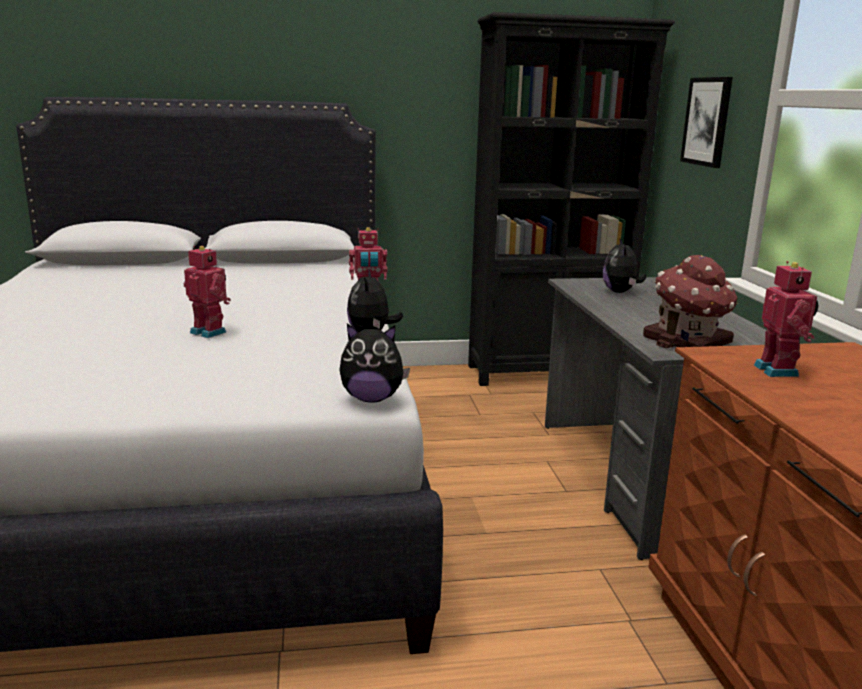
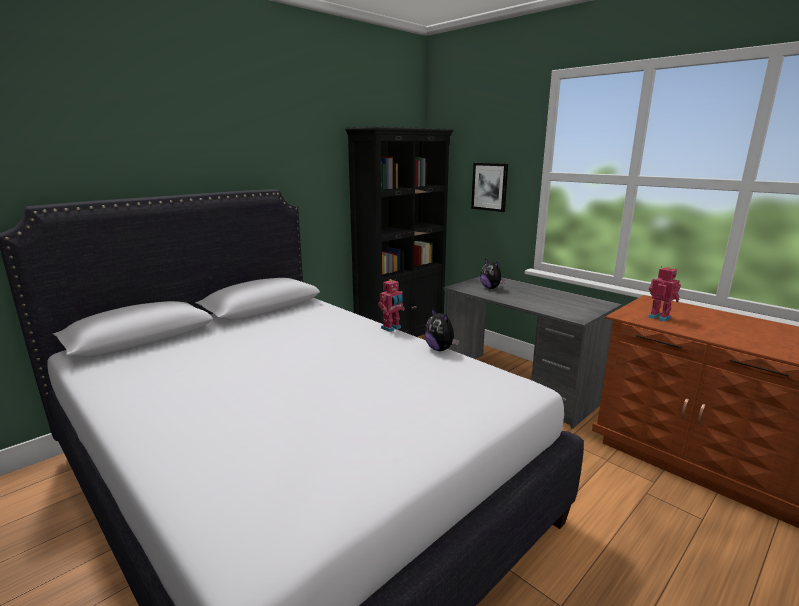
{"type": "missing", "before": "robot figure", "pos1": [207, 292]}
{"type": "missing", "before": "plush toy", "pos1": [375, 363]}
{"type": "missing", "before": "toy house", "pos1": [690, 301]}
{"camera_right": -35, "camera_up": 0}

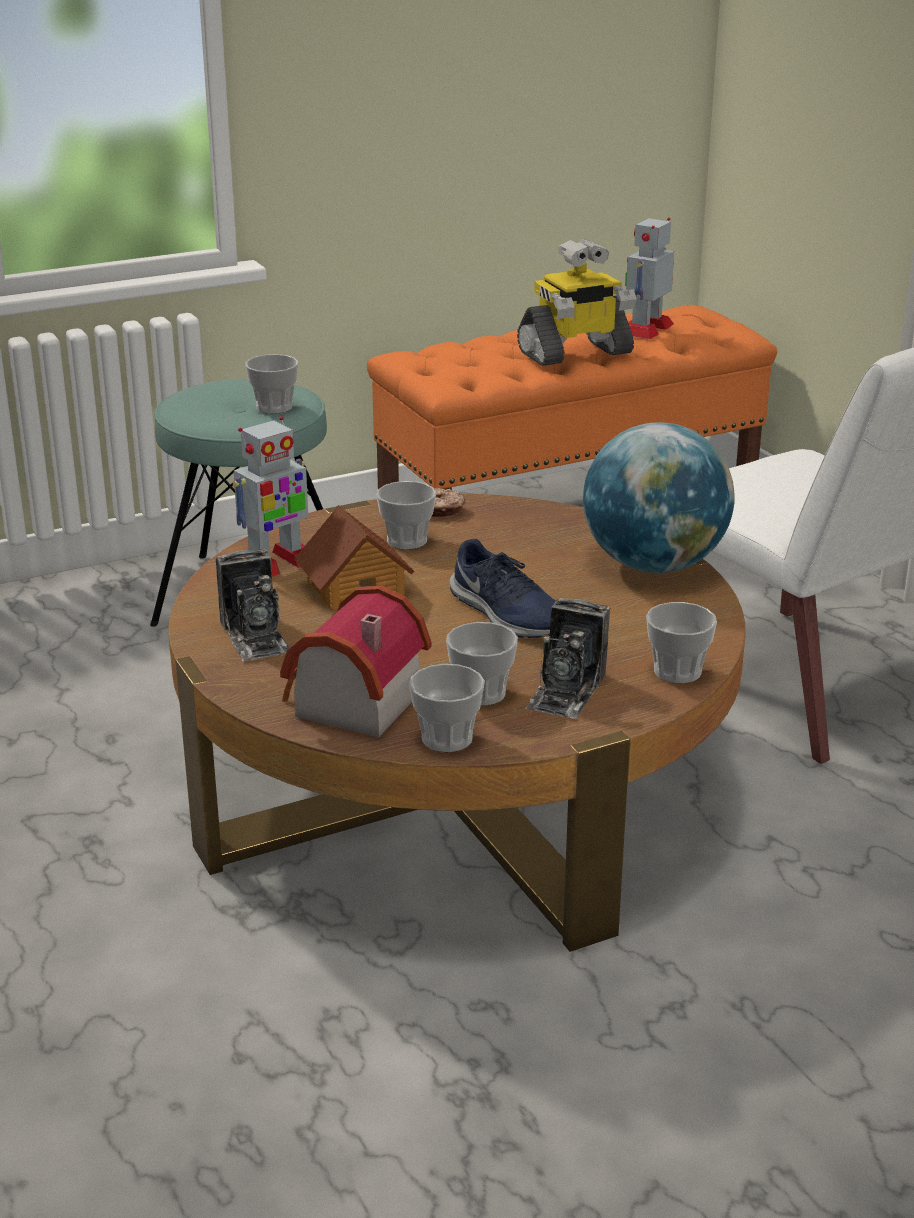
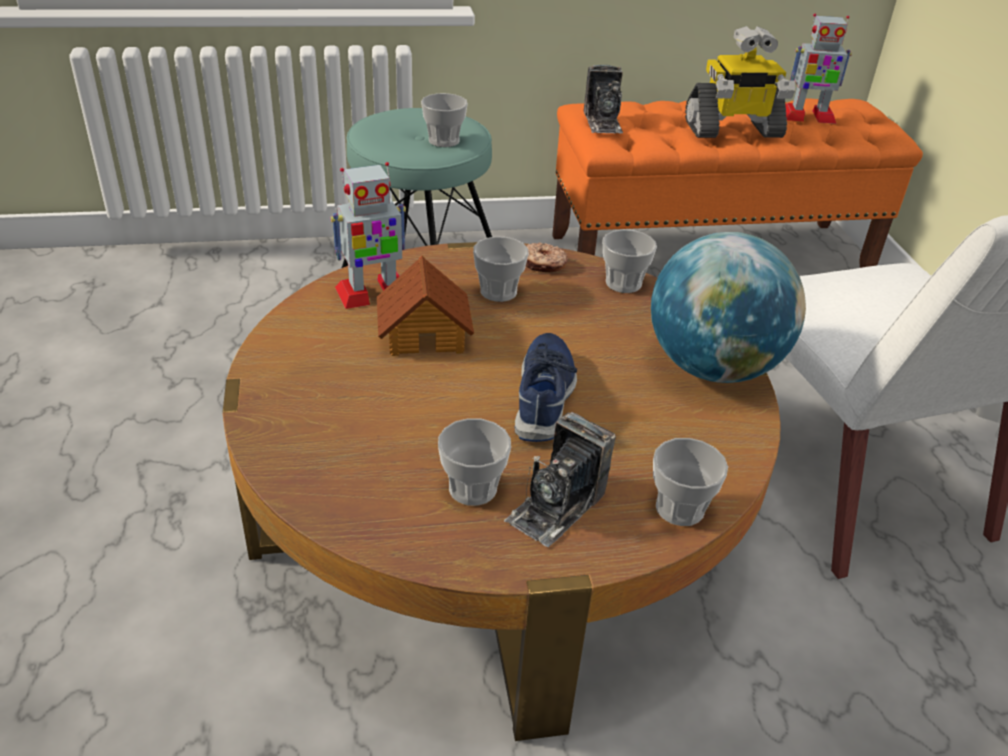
{"type": "relocated", "before": "still camera", "pos1": [252, 605], "pos2": [603, 99]}
{"type": "missing", "before": "toy house", "pos1": [356, 661]}
{"type": "relocated", "before": "drinking cup", "pos1": [447, 708], "pos2": [629, 261]}
{"type": "spun", "before": "item of footwear/blue-coloured", "pos1": [502, 588], "pos2": [546, 387], "turn": -150}
{"type": "spun", "before": "robot figure", "pos1": [649, 278], "pos2": [818, 69], "turn": -135}
{"camera_right": 15, "camera_up": 10}

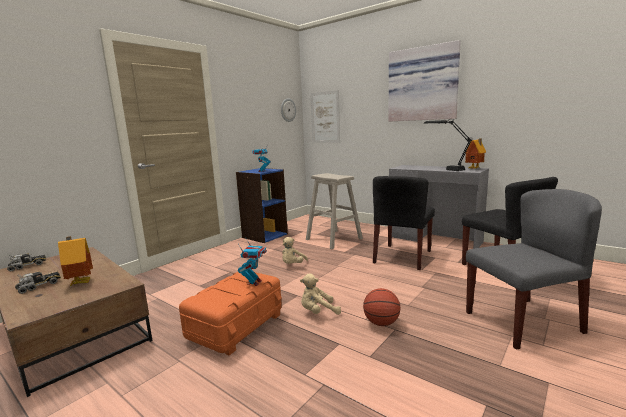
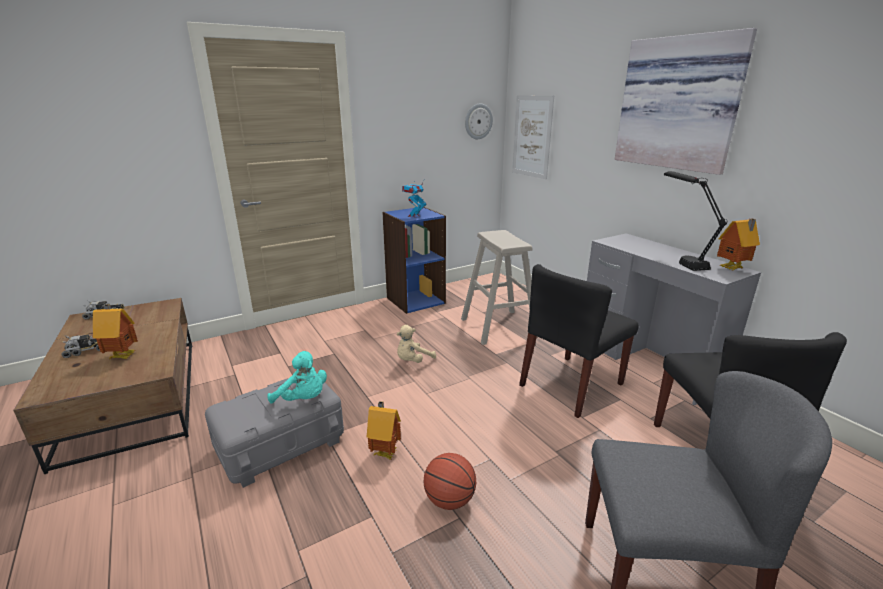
{"type": "colour", "before": "storage box/orange", "after": "storage box/grey", "pos1": [230, 314], "pos2": [274, 433]}
{"type": "exchanged", "before": "robot figure", "after": "plush toy/blue-green", "pos1": [252, 263], "pos2": [297, 377]}
{"type": "exchanged", "before": "plush toy/sand-coloured", "after": "toy house", "pos1": [320, 294], "pos2": [384, 430]}
{"camera_right": 20, "camera_up": 10}

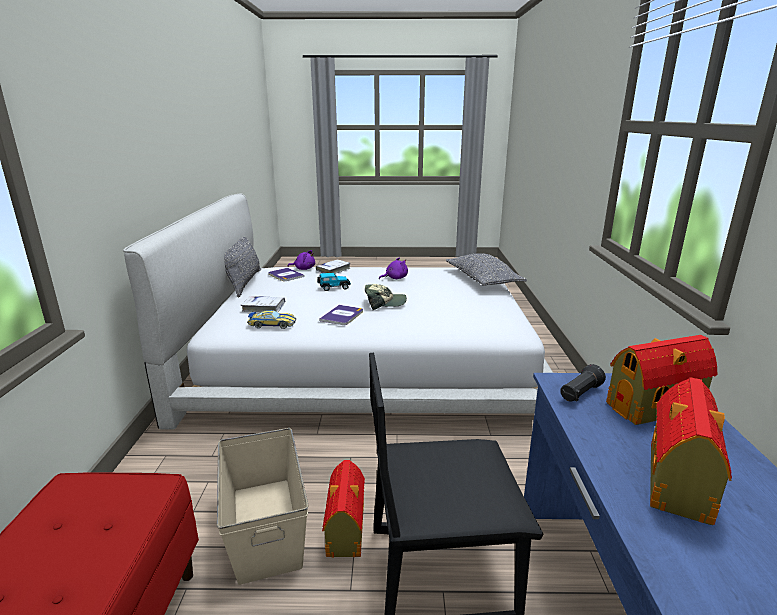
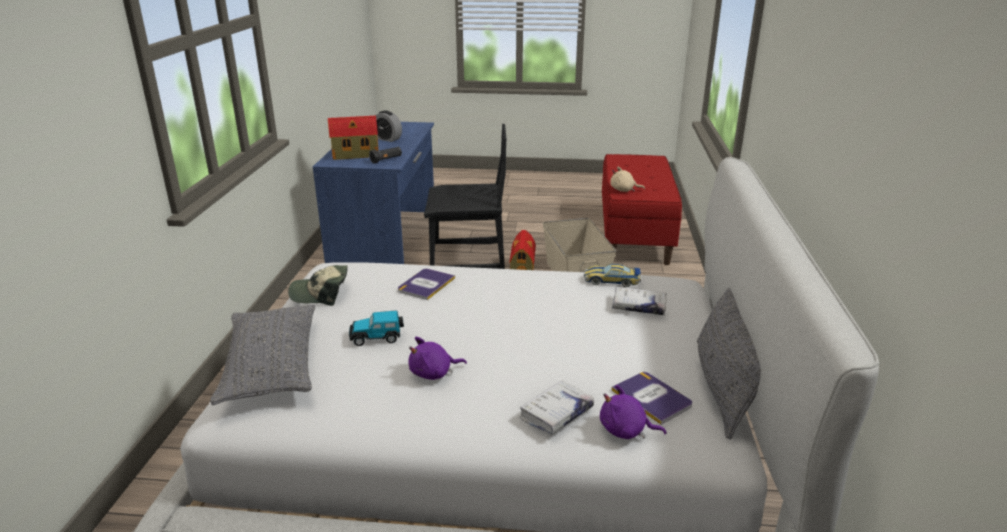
{"type": "relocated", "before": "miniature car", "pos1": [334, 282], "pos2": [376, 328]}
{"type": "relocated", "before": "bound book", "pos1": [341, 315], "pos2": [426, 284]}
{"type": "relocated", "before": "cap", "pos1": [386, 297], "pos2": [318, 285]}
{"type": "exchanged", "before": "toy house", "after": "bedside clock", "pos1": [691, 451], "pos2": [388, 126]}
{"type": "appeared", "after": "plush toy/sand-coloured", "pos2": [627, 179]}
{"camera_right": -175, "camera_up": 5}

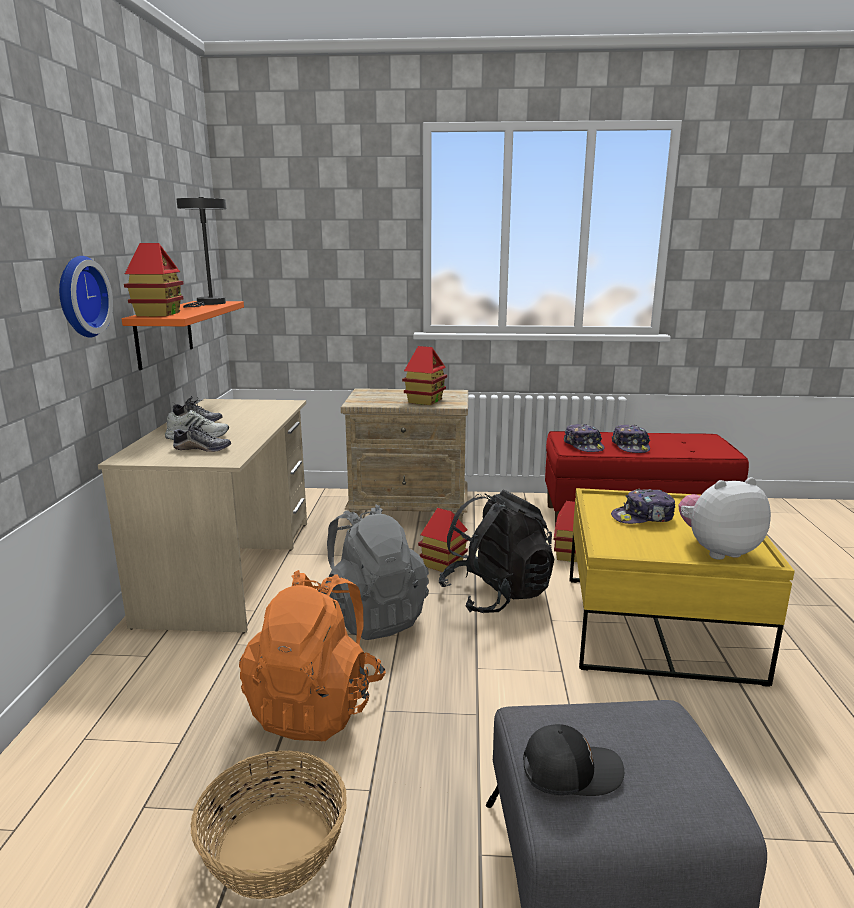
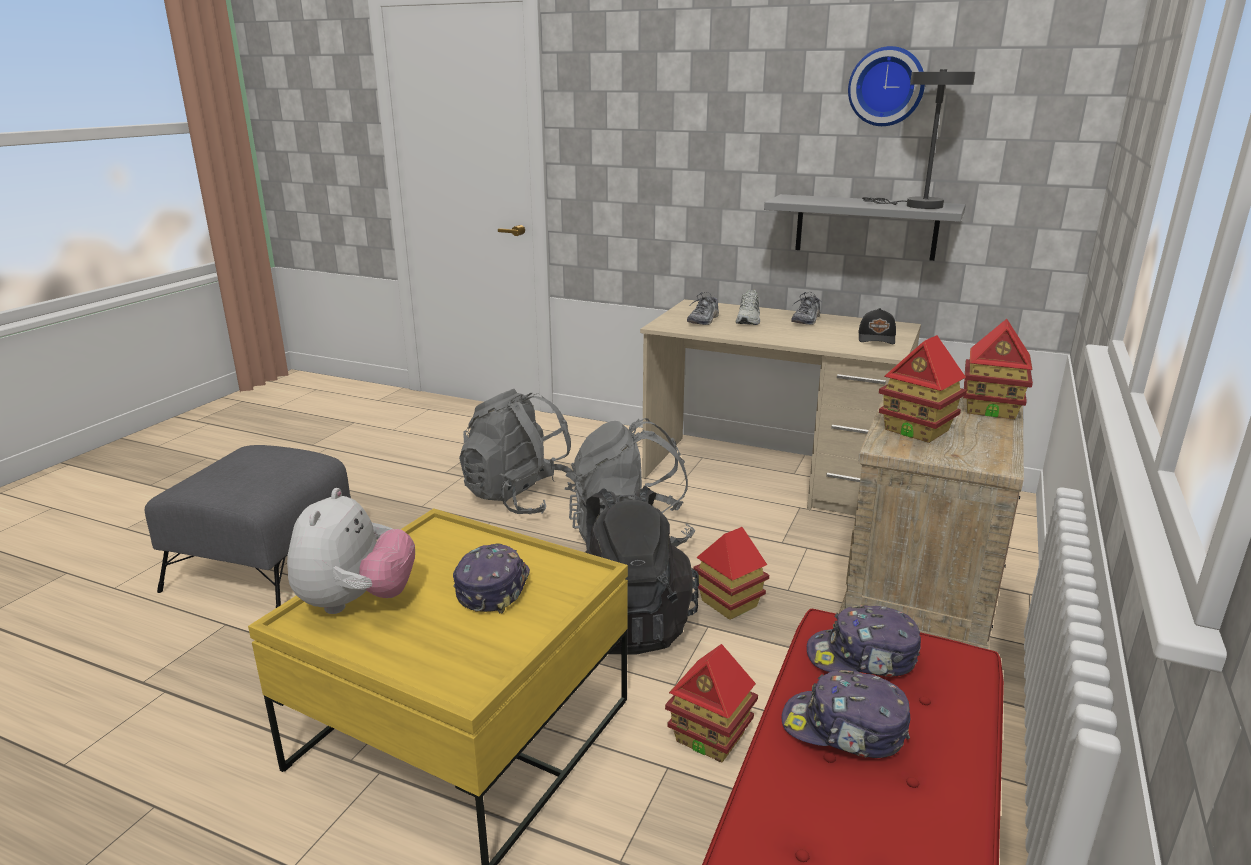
{"type": "relocated", "before": "hanging clock", "pos1": [86, 297], "pos2": [886, 86]}
{"type": "colour", "before": "bracket shelf/orange", "after": "bracket shelf/grey", "pos1": [183, 335], "pos2": [865, 227]}
{"type": "relocated", "before": "toy house", "pos1": [154, 279], "pos2": [998, 369]}
{"type": "missing", "before": "storage basket", "pos1": [269, 824]}
{"type": "colour", "before": "knapsack/orange", "after": "knapsack/grey", "pos1": [312, 655], "pos2": [518, 451]}
{"type": "relocated", "before": "cap/black-coloured", "pos1": [573, 760], "pos2": [877, 326]}
{"camera_right": 110, "camera_up": 5}

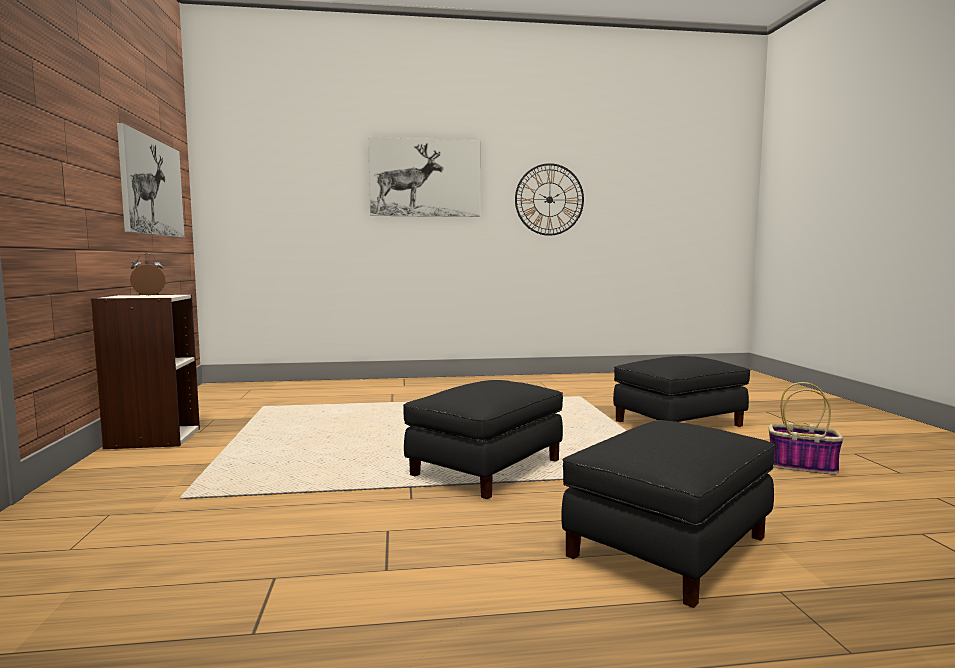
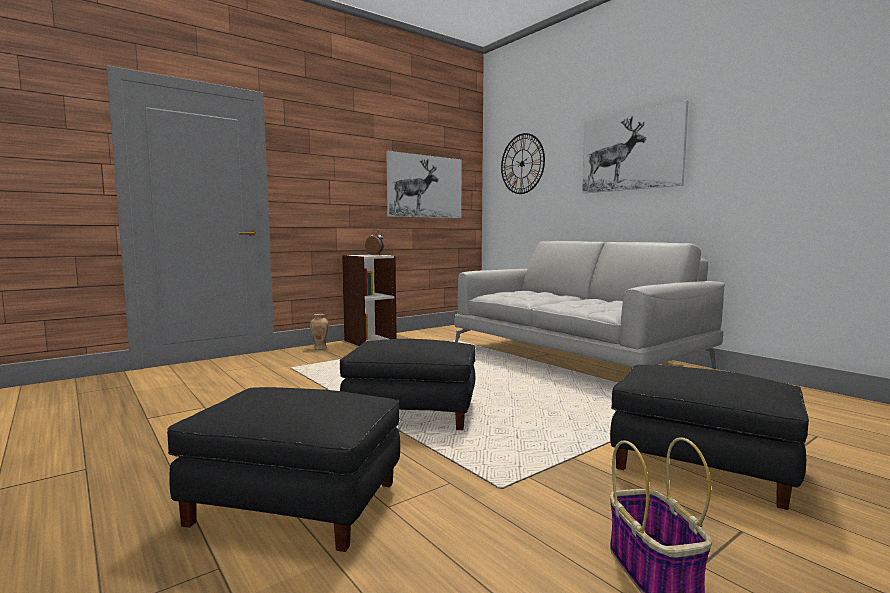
{"type": "relocated", "before": "hanging clock", "pos1": [549, 199], "pos2": [523, 163]}
{"type": "appeared", "after": "flower vase", "pos2": [319, 331]}
{"type": "appeared", "after": "couch/grey", "pos2": [589, 305]}
{"camera_right": 60, "camera_up": 0}

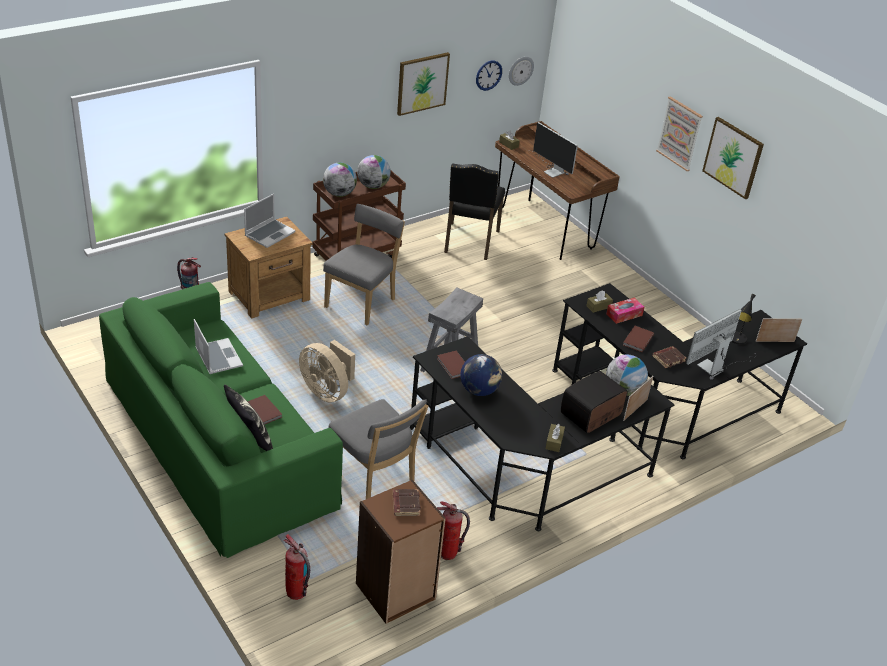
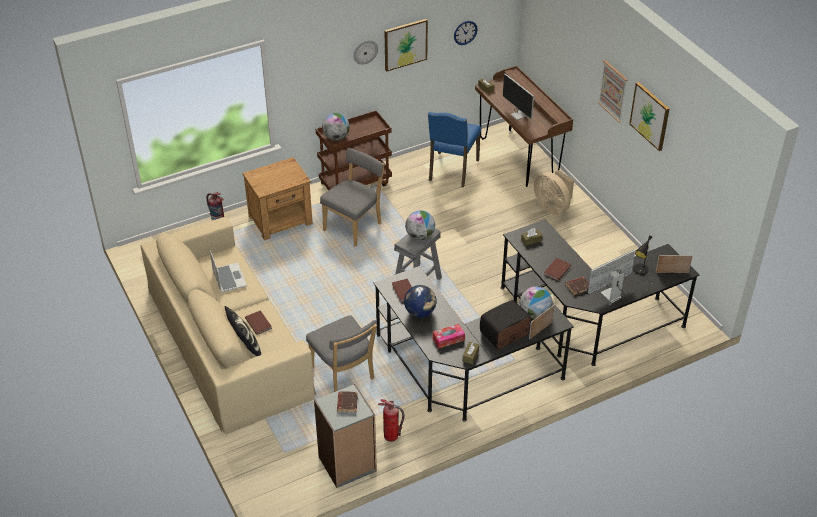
{"type": "colour", "before": "couch/green", "after": "couch/sand-coloured", "pos1": [221, 420], "pos2": [228, 326]}
{"type": "missing", "before": "notebook computer", "pos1": [270, 221]}
{"type": "missing", "before": "fire extinguisher", "pos1": [296, 567]}
{"type": "relocated", "before": "cooling fan/sand-coloured", "pos1": [327, 371], "pos2": [554, 192]}
{"type": "colour", "before": "bookcase/brown", "after": "bookcase/grey", "pos1": [401, 552], "pos2": [345, 436]}
{"type": "relocated", "before": "desk globe", "pos1": [374, 172], "pos2": [420, 225]}
{"type": "colour", "before": "plain chair/black-coloured", "after": "plain chair/blue-coloured", "pos1": [474, 211], "pos2": [454, 150]}
{"type": "relocated", "before": "hanging clock", "pos1": [521, 71], "pos2": [365, 52]}
{"type": "relocated", "before": "box of tissues", "pos1": [625, 311], "pos2": [449, 336]}
{"camera_right": 10, "camera_up": 5}

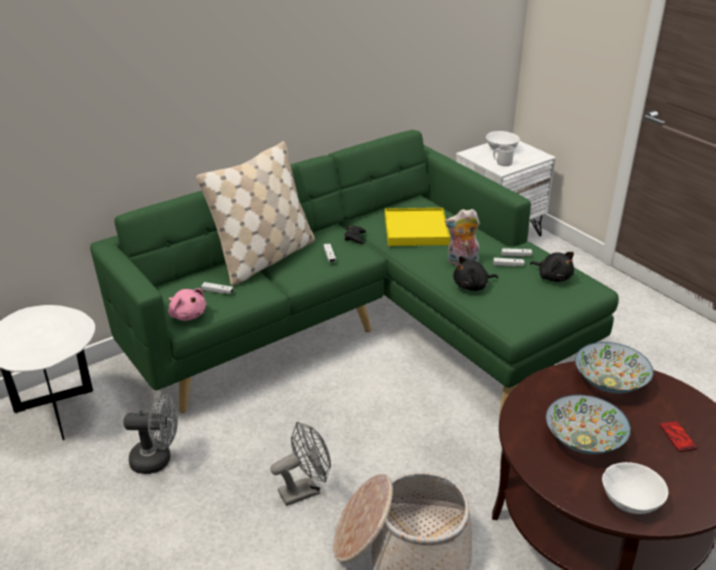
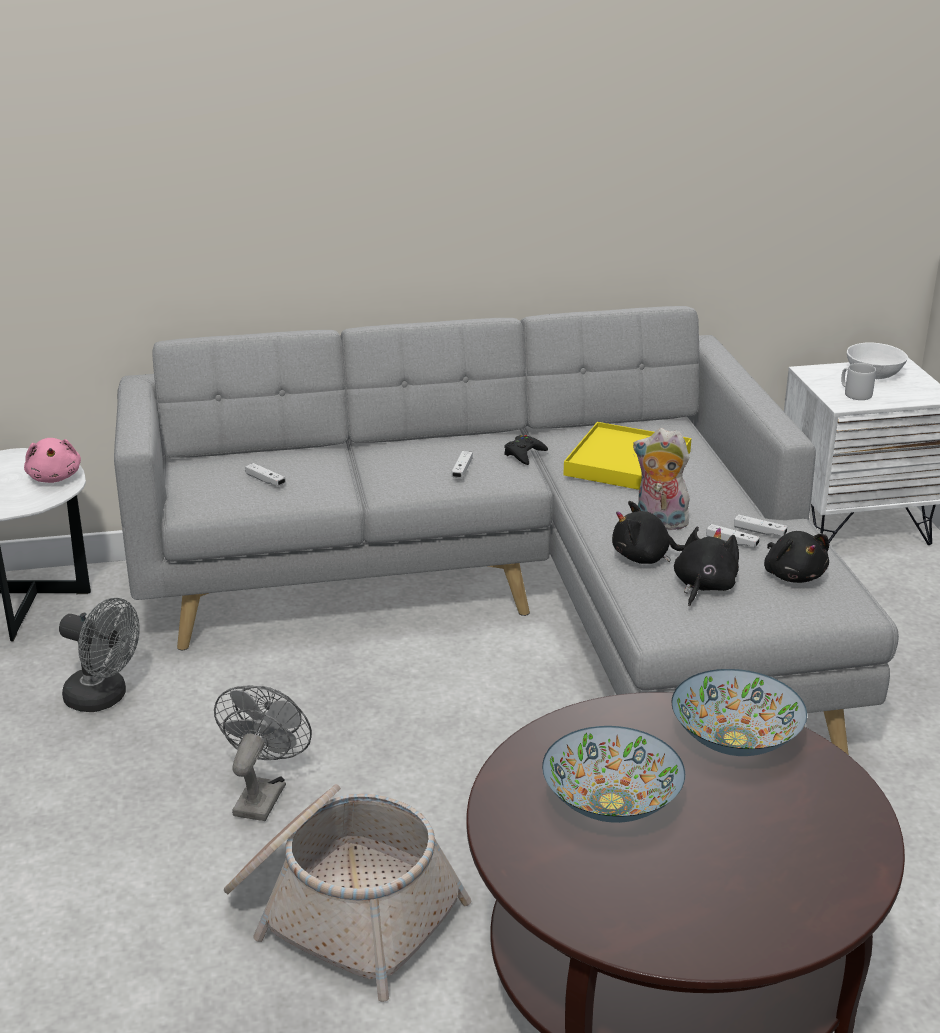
{"type": "colour", "before": "couch/green", "after": "couch/grey", "pos1": [354, 271], "pos2": [506, 530]}
{"type": "relocated", "before": "plush toy/pink-coloured", "pos1": [187, 304], "pos2": [52, 460]}
{"type": "missing", "before": "cushion/sand-coloured", "pos1": [255, 213]}
{"type": "spun", "before": "cooling fan/grey", "pos1": [300, 464], "pos2": [263, 753], "turn": -75}
{"type": "missing", "before": "serving bowl/white-coloured", "pos1": [635, 488]}
{"type": "missing", "before": "telephone", "pos1": [678, 436]}
{"type": "appeared", "after": "plush toy/black-coloured", "pos2": [706, 566]}
{"camera_right": 25, "camera_up": -5}

